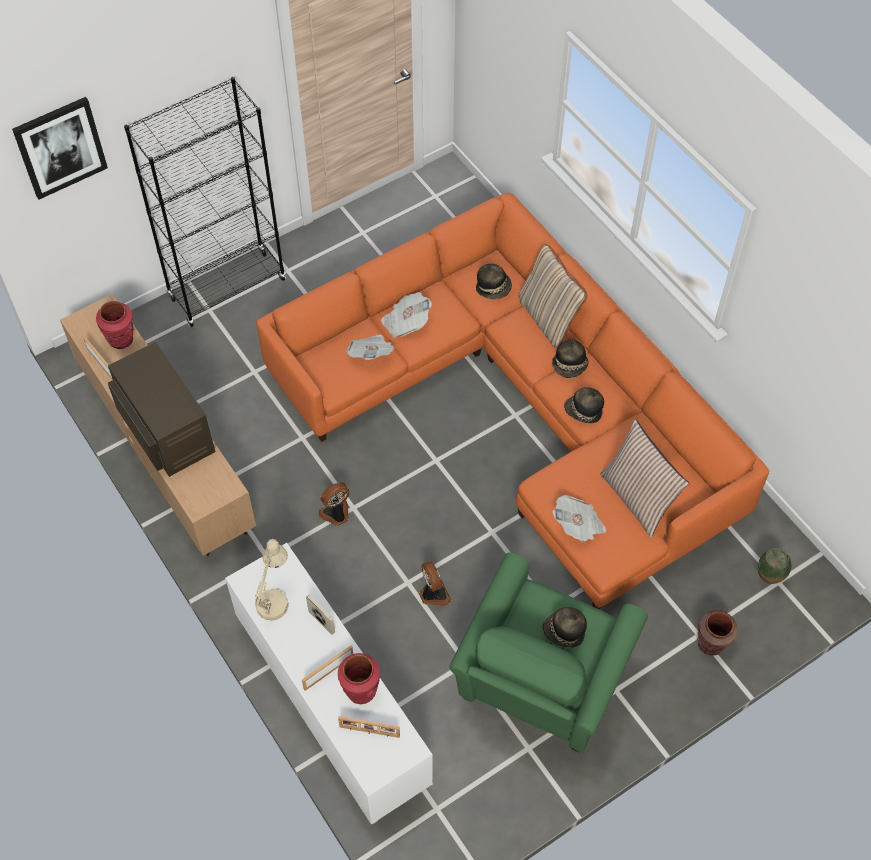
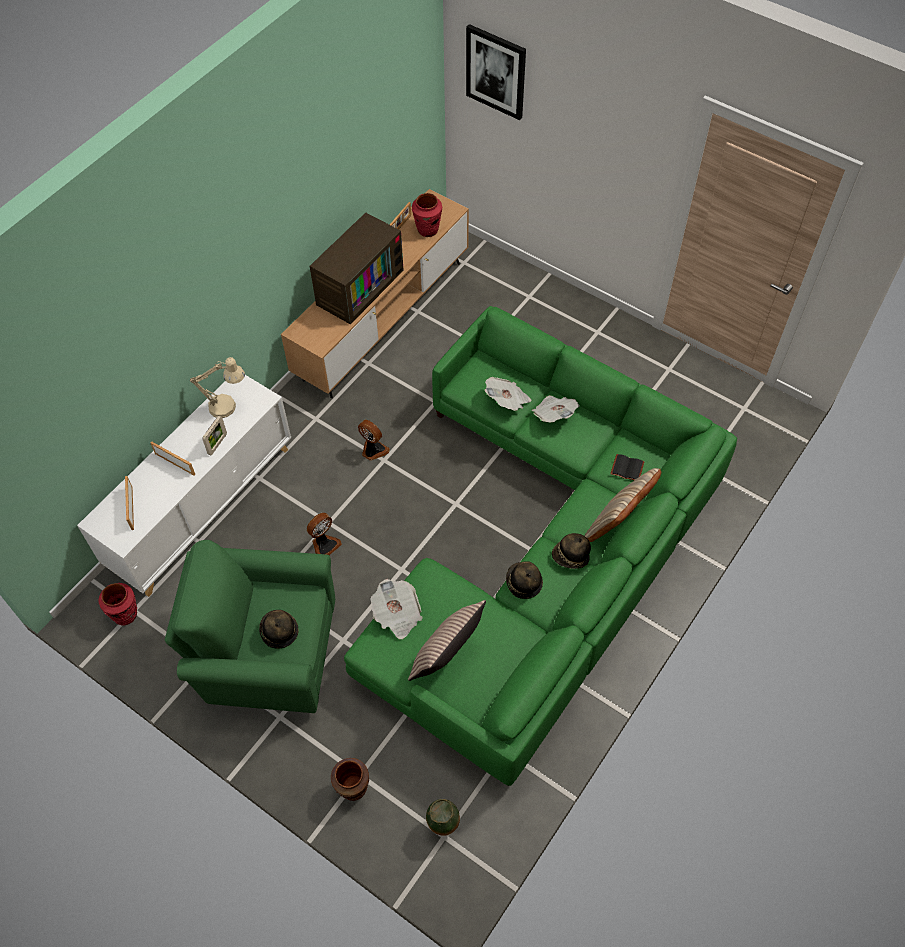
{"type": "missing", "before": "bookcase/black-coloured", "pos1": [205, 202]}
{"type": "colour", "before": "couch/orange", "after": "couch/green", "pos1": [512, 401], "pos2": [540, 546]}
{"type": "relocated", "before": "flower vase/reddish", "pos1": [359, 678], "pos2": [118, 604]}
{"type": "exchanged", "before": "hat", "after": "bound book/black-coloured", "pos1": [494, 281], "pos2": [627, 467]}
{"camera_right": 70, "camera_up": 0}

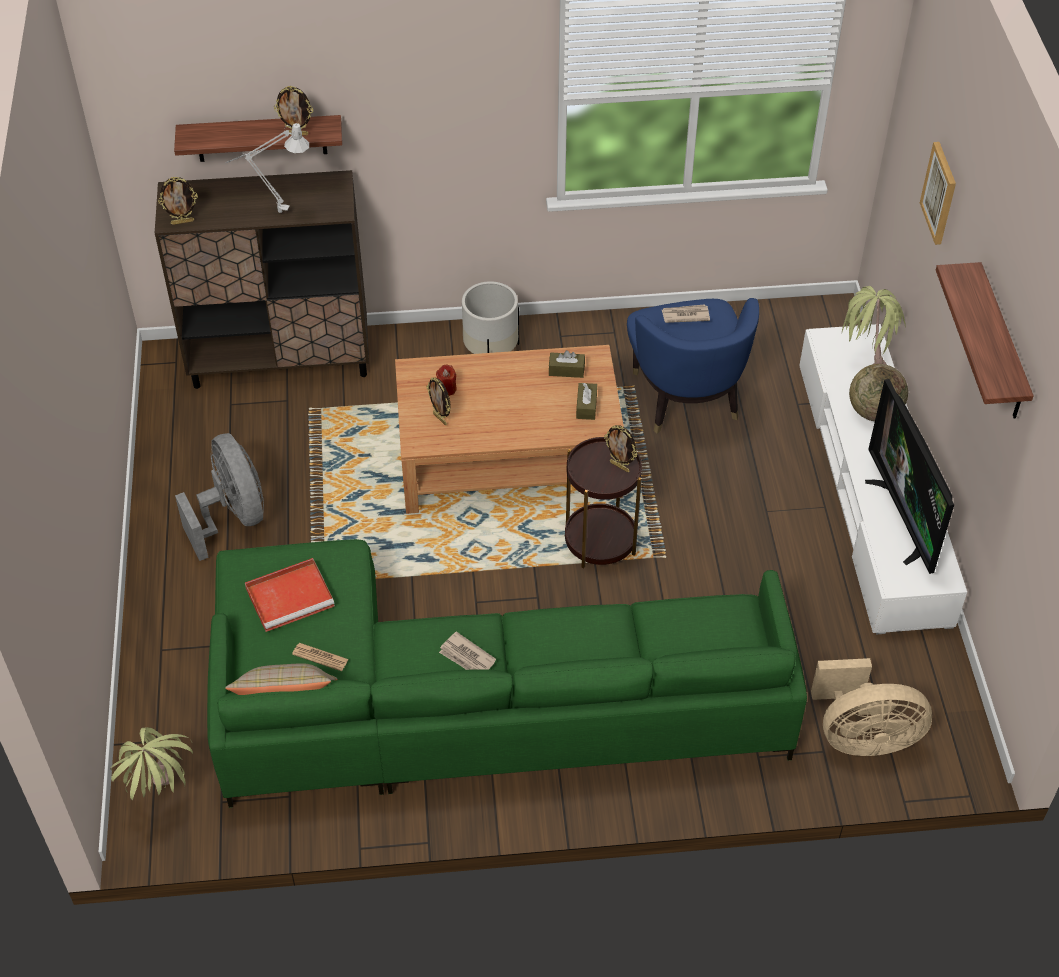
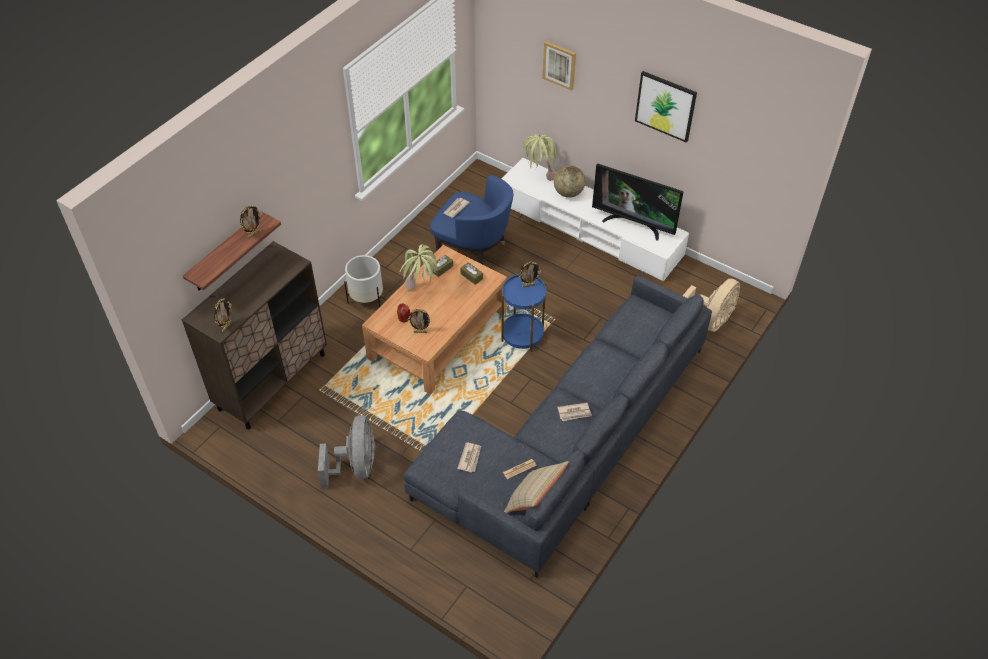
{"type": "relocated", "before": "plant in a pot", "pos1": [151, 763], "pos2": [418, 267]}
{"type": "spun", "before": "cooling fan/grey", "pos1": [219, 497], "pos2": [346, 452], "turn": 75}
{"type": "colour", "before": "couch/green", "after": "couch/grey", "pos1": [507, 673], "pos2": [558, 427]}
{"type": "missing", "before": "table lamp/grey", "pos1": [267, 168]}
{"type": "exchanged", "before": "tray/reddish", "after": "daily paper", "pos1": [290, 595], "pos2": [469, 457]}
{"type": "colour", "before": "accent table/brown", "after": "accent table/blue-coloured", "pos1": [603, 502], "pos2": [523, 312]}
{"type": "exchanged", "before": "bracket shelf", "after": "picture", "pos1": [985, 340], "pos2": [666, 107]}
{"camera_right": -50, "camera_up": 0}

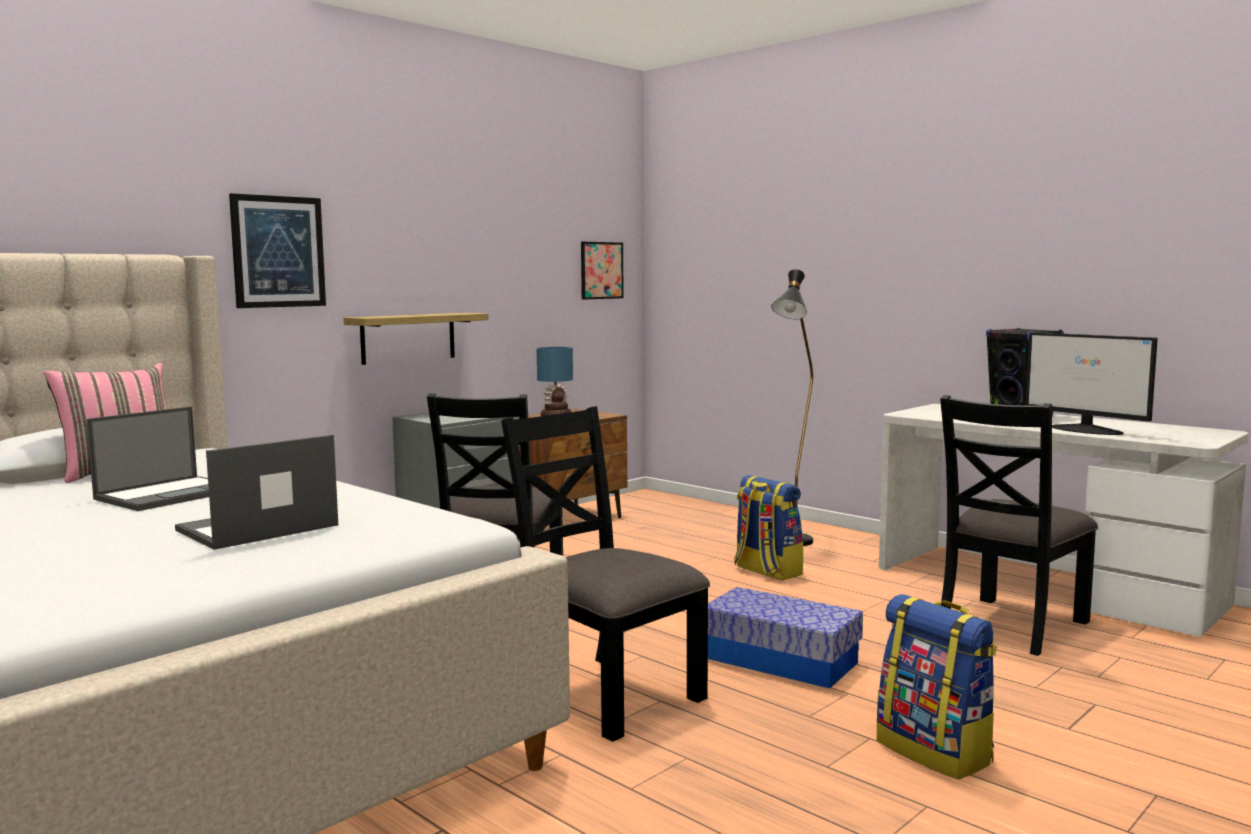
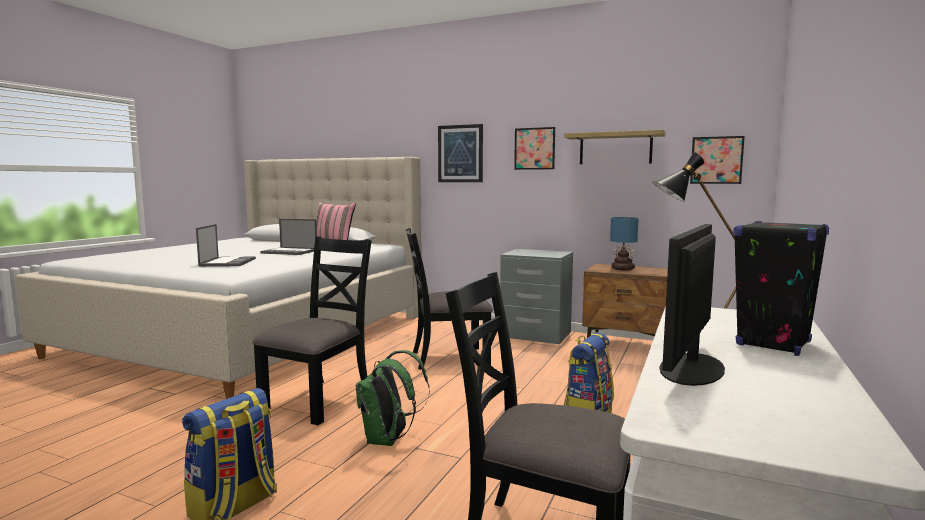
{"type": "spun", "before": "notebook computer", "pos1": [256, 492], "pos2": [226, 245], "turn": 60}
{"type": "relocated", "before": "bracket shelf", "pos1": [416, 339], "pos2": [615, 147]}
{"type": "exchanged", "before": "storage box", "after": "knapsack/green", "pos1": [785, 637], "pos2": [393, 398]}
{"type": "appeared", "after": "picture", "pos2": [534, 148]}
{"camera_right": 70, "camera_up": 0}

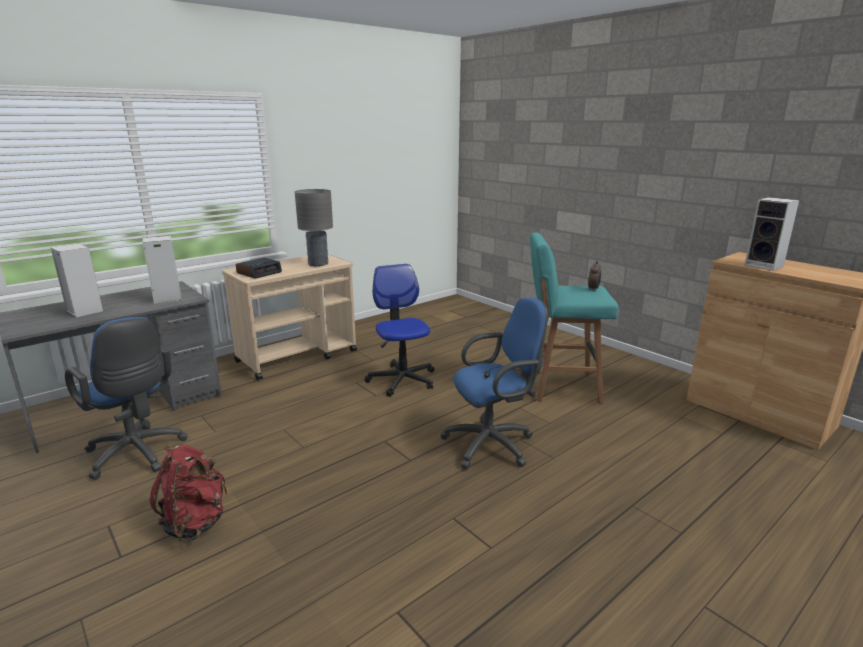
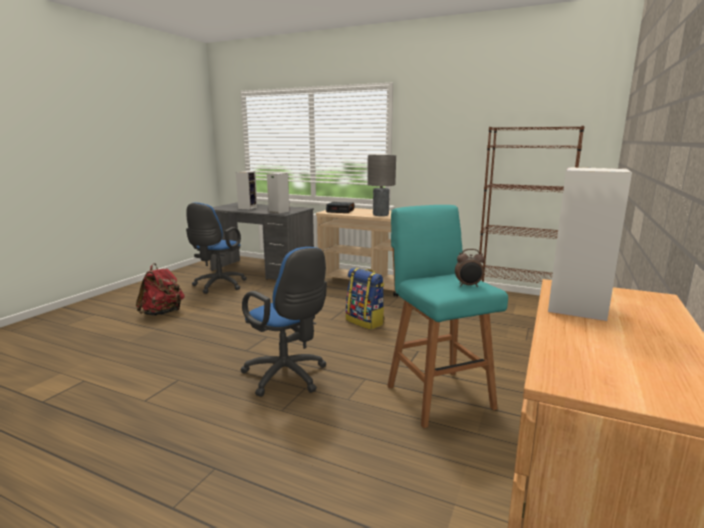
{"type": "exchanged", "before": "computer chair", "after": "knapsack", "pos1": [400, 330], "pos2": [365, 299]}
{"type": "appeared", "after": "bookcase/brown", "pos2": [532, 204]}
{"camera_right": 65, "camera_up": -5}

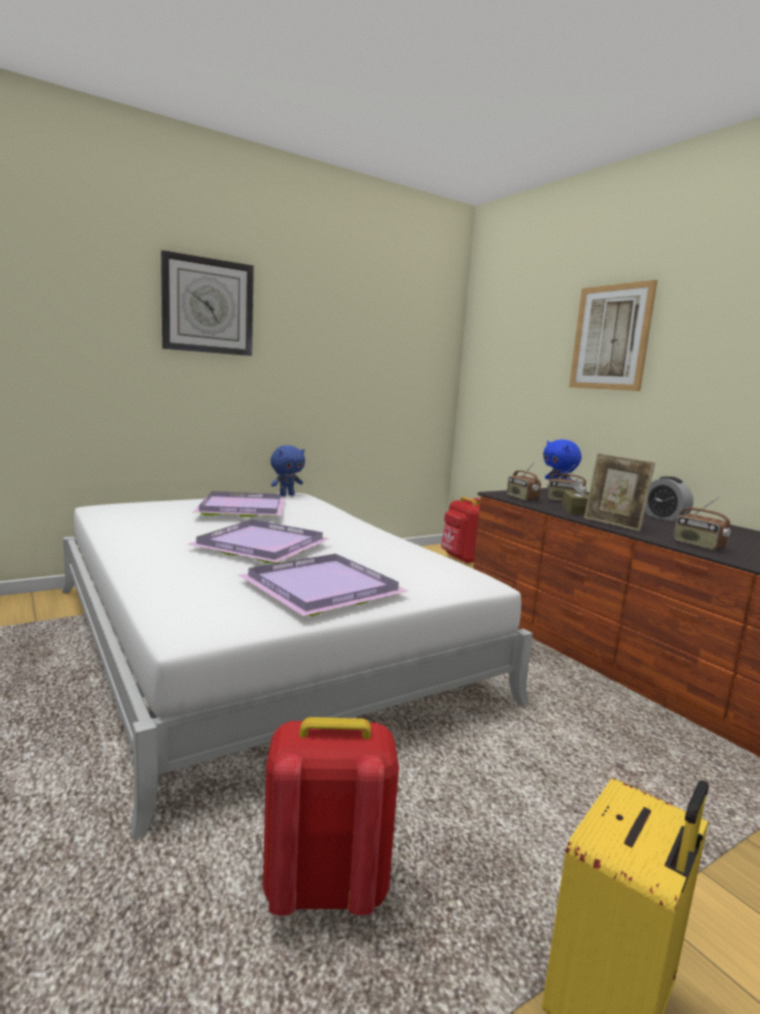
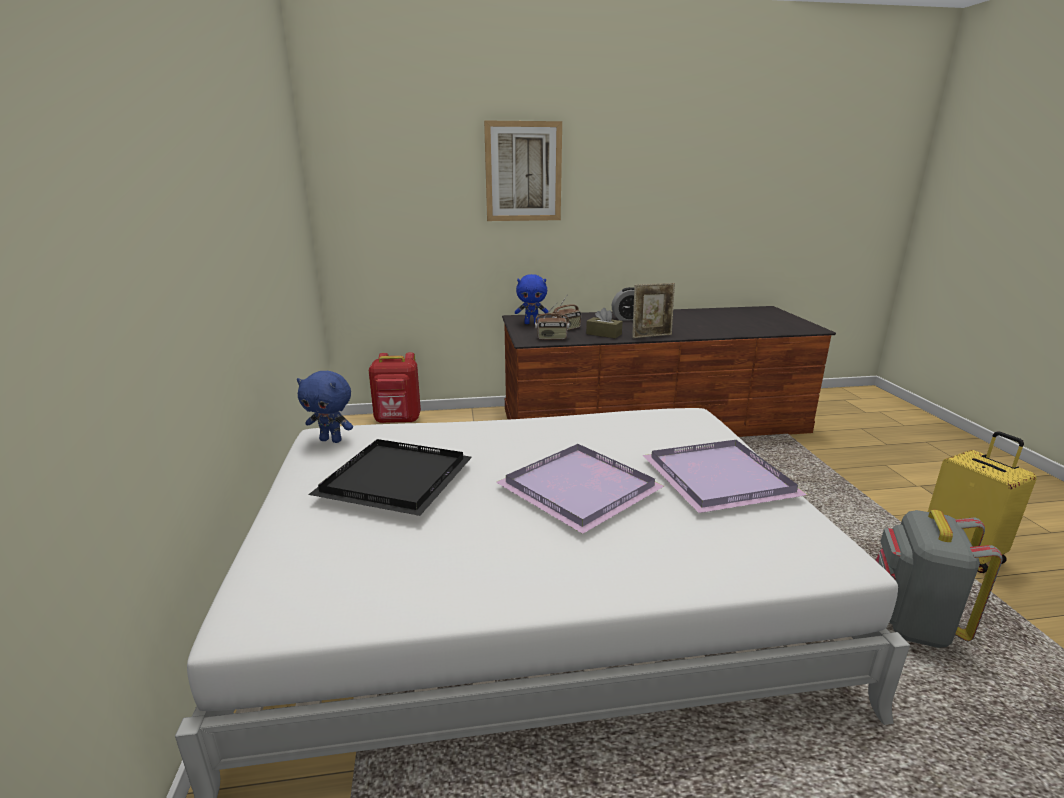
{"type": "missing", "before": "hanging clock", "pos1": [207, 303]}
{"type": "colour", "before": "tray/purple-coloured", "after": "tray/black-coloured", "pos1": [239, 504], "pos2": [390, 477]}
{"type": "colour", "before": "knapsack/reddish", "after": "knapsack/grey", "pos1": [331, 816], "pos2": [939, 579]}
{"type": "spun", "before": "plush toy/blue-coloured", "pos1": [288, 470], "pos2": [325, 407], "turn": 120}
{"type": "missing", "before": "radio", "pos1": [702, 523]}
{"camera_right": -65, "camera_up": 10}

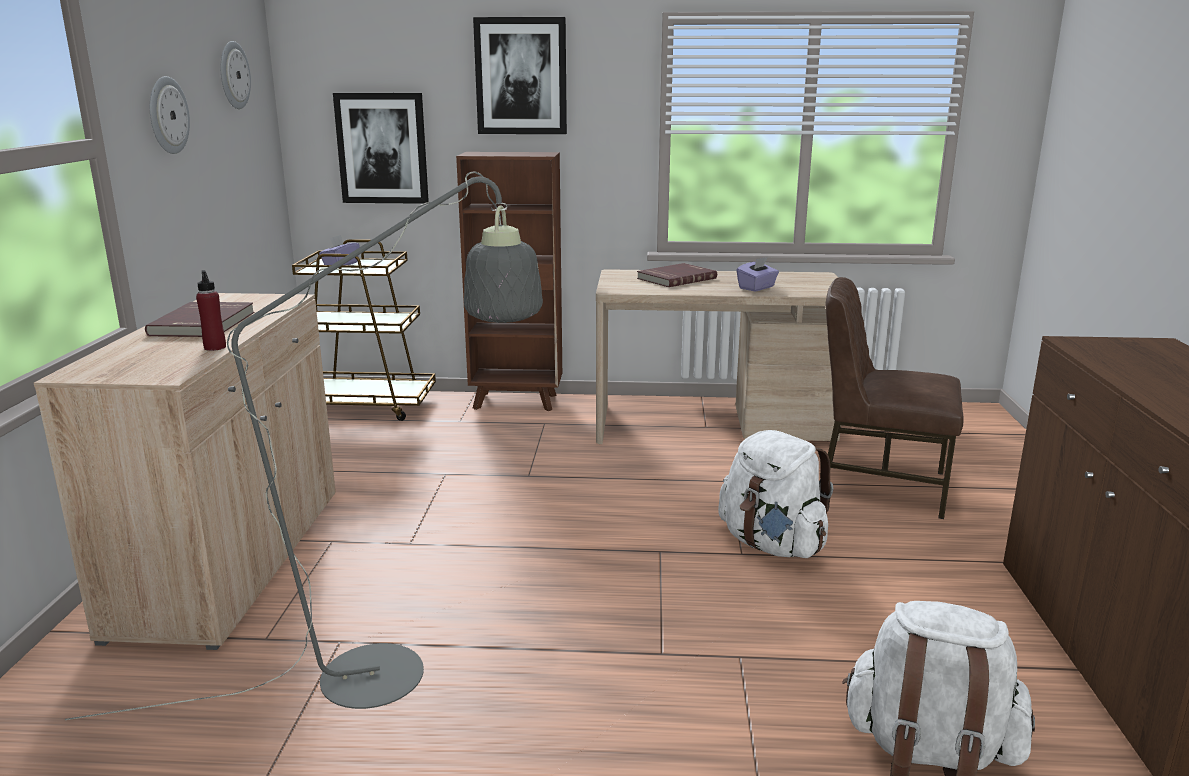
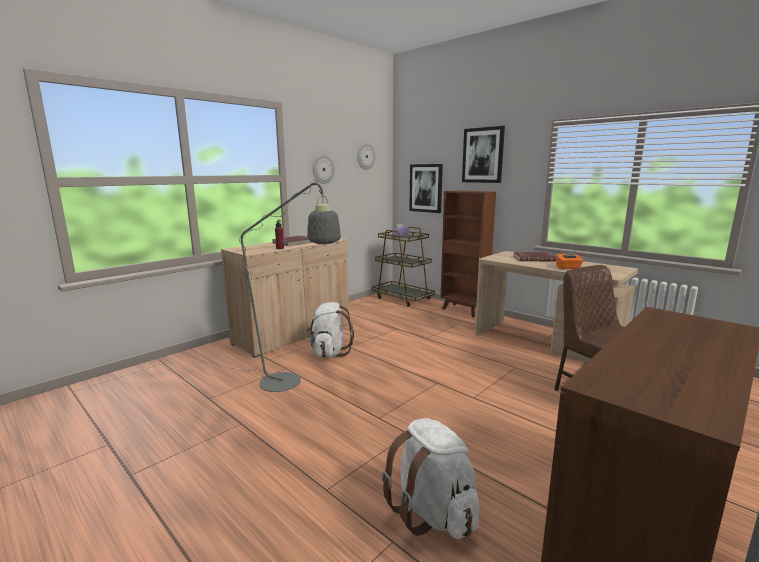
{"type": "relocated", "before": "knapsack/white-coloured", "pos1": [775, 494], "pos2": [330, 329]}
{"type": "colour", "before": "box of tissues/purple-coloured", "after": "box of tissues/orange", "pos1": [758, 274], "pos2": [569, 260]}
{"camera_right": 40, "camera_up": -5}

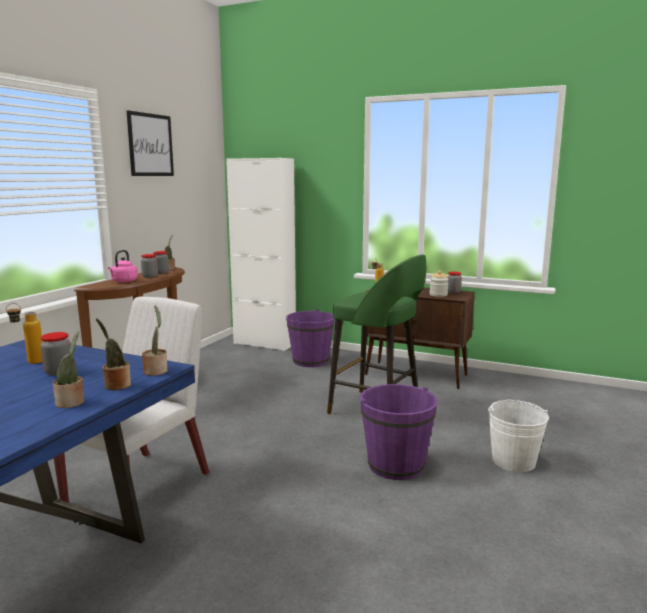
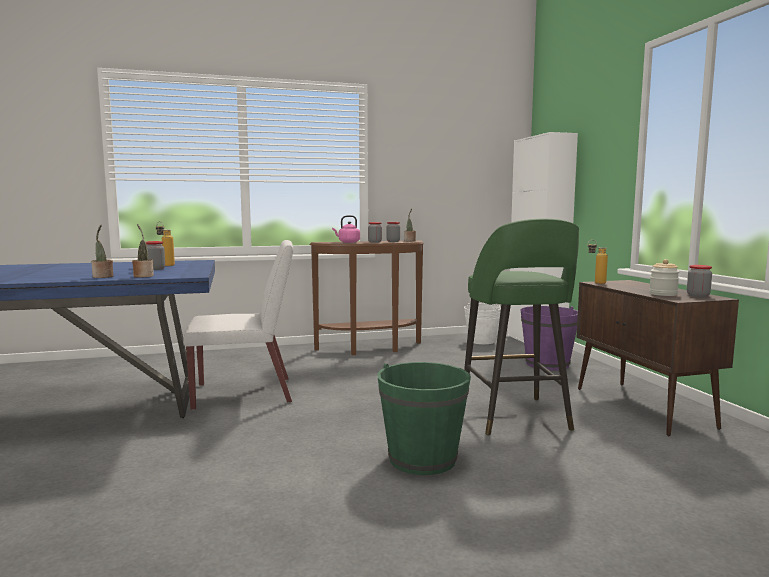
{"type": "missing", "before": "picture", "pos1": [150, 143]}
{"type": "missing", "before": "plant in a pot", "pos1": [155, 340]}
{"type": "colour", "before": "pail/purple-coloured", "after": "pail/green", "pos1": [399, 432], "pos2": [424, 418]}
{"type": "relocated", "before": "pail/white-coloured", "pos1": [518, 436], "pos2": [482, 323]}
{"camera_right": 50, "camera_up": -5}

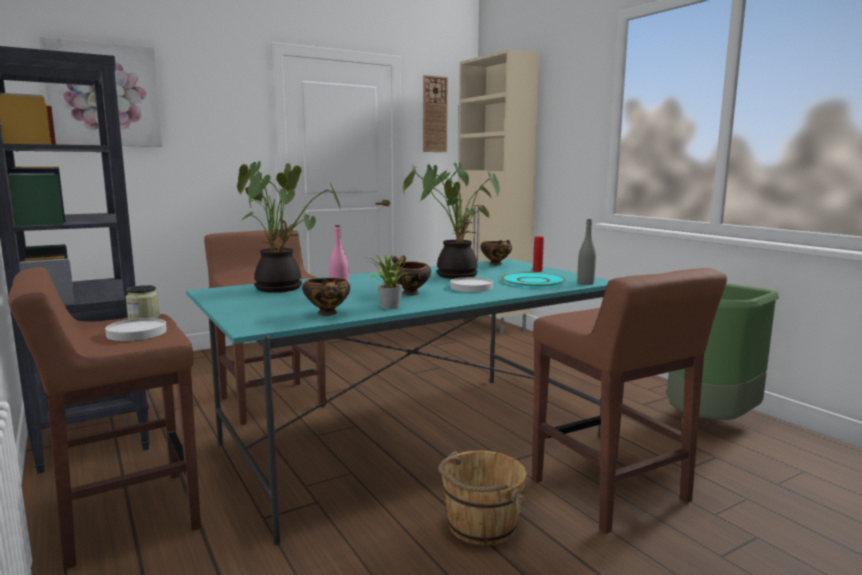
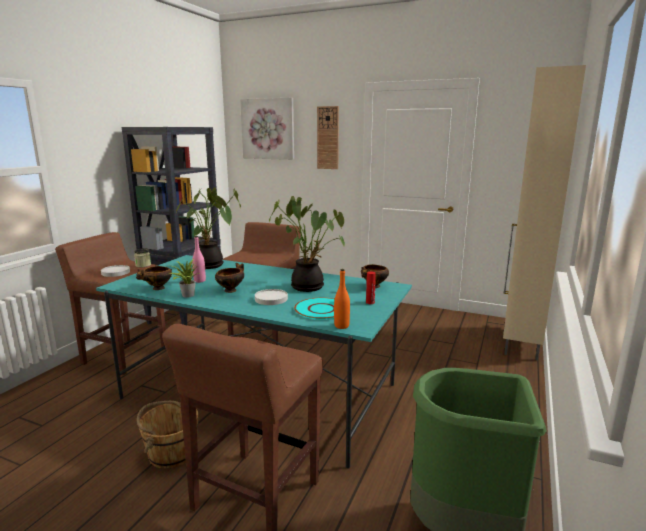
{"type": "relocated", "before": "hanging clock", "pos1": [435, 113], "pos2": [328, 137]}
{"type": "colour", "before": "bottle/grey", "after": "bottle/orange", "pos1": [586, 252], "pos2": [342, 299]}
{"camera_right": 55, "camera_up": 5}

